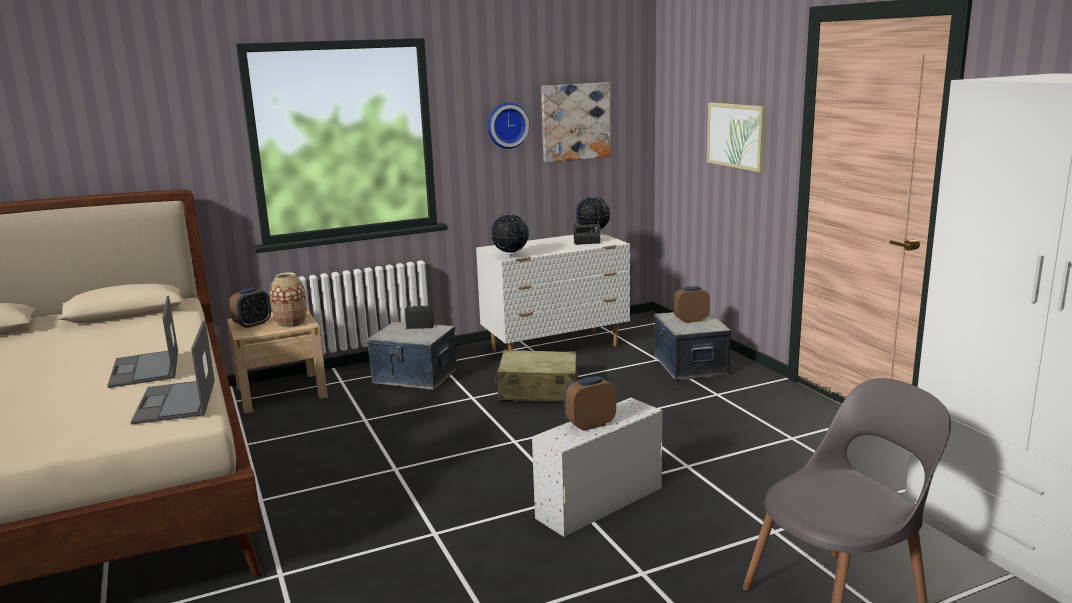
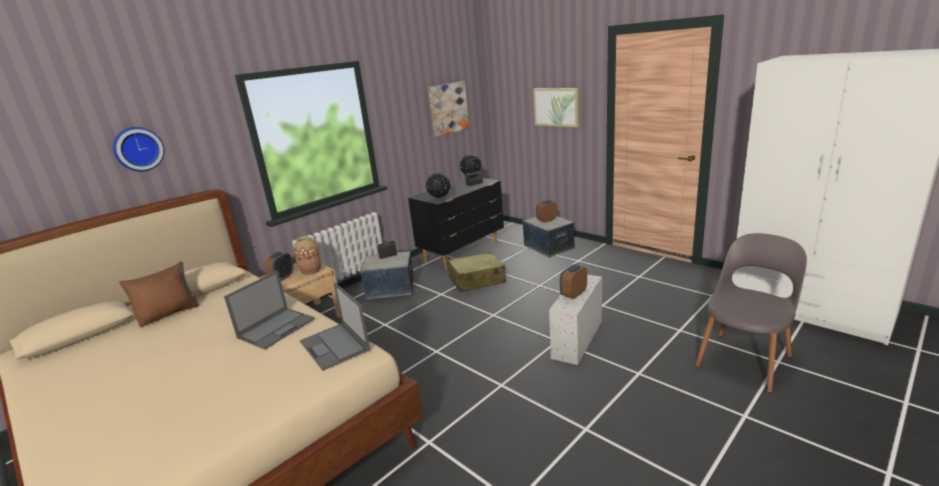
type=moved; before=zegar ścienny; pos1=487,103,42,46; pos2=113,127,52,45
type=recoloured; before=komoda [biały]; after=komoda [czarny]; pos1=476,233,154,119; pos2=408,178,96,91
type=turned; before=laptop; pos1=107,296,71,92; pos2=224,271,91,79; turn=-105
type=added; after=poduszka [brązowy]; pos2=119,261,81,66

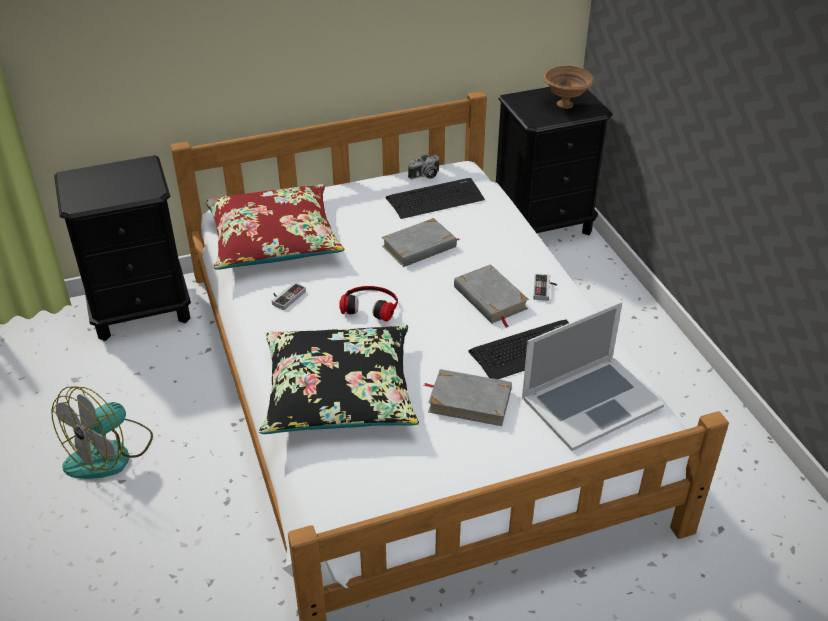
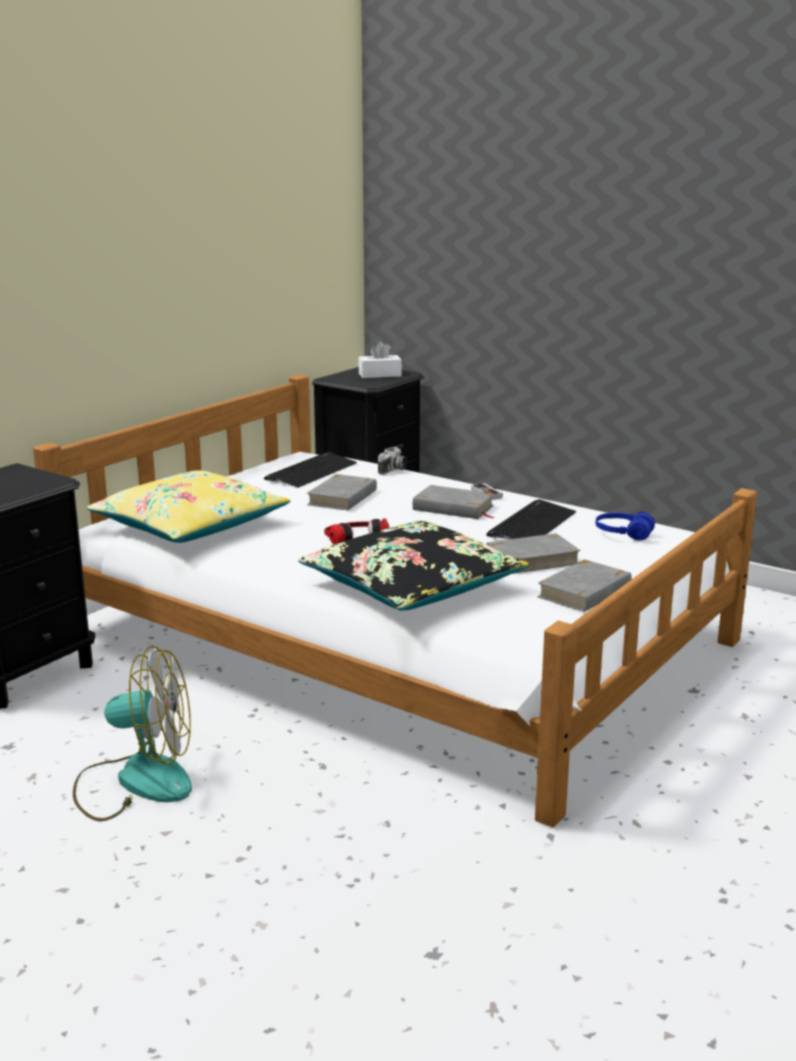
type=replaced; before=miska [brązowy]; after=pudełko chusteczek [biały]; pos1=543,66,52,43; pos2=358,341,44,37
type=moved; before=aparat fotograficzny; pos1=408,155,31,25; pos2=378,447,29,28
type=recoloured; before=poduszka [czerwony]; after=poduszka [żółty]; pos1=205,184,139,86; pos2=87,470,204,73
type=removed; before=pad do gier; pos1=272,283,34,27
type=replaced; before=laptop; after=słuchawki [niebieski]; pos1=522,302,142,149; pos2=595,512,60,29
type=turned; before=wentylator; pos1=51,386,102,93; pos2=73,646,119,175; turn=-90
type=added; after=książka [szary]; pos2=537,559,95,53

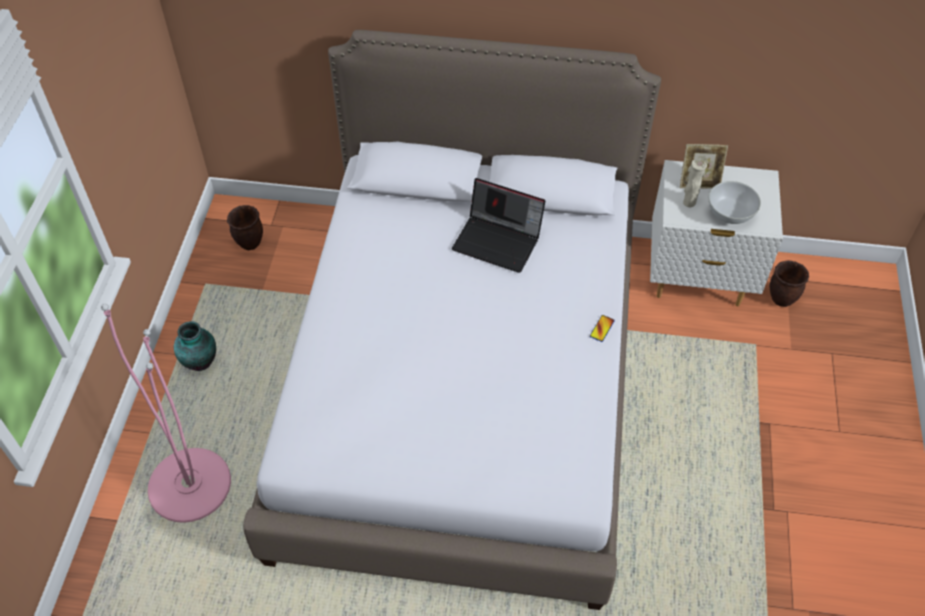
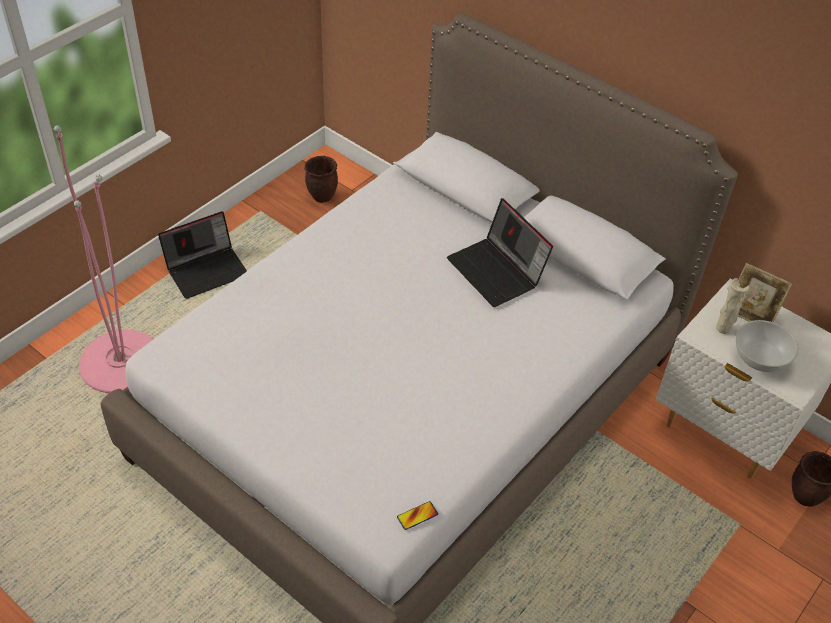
type=moved; before=telefon; pos1=590,315,25,27; pos2=397,501,41,29
type=replaced; before=wazon; after=laptop; pos1=174,321,42,50; pos2=158,211,89,88

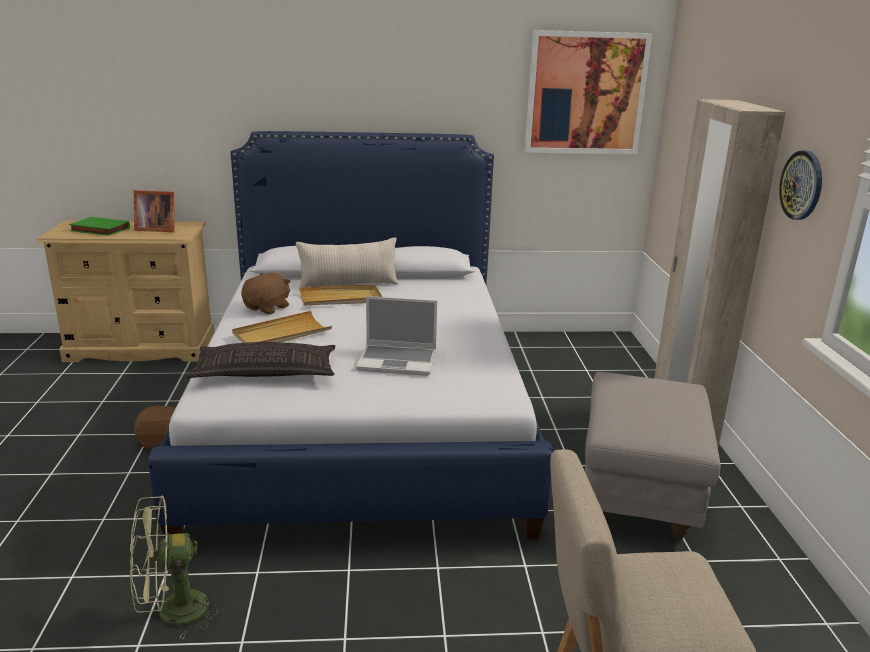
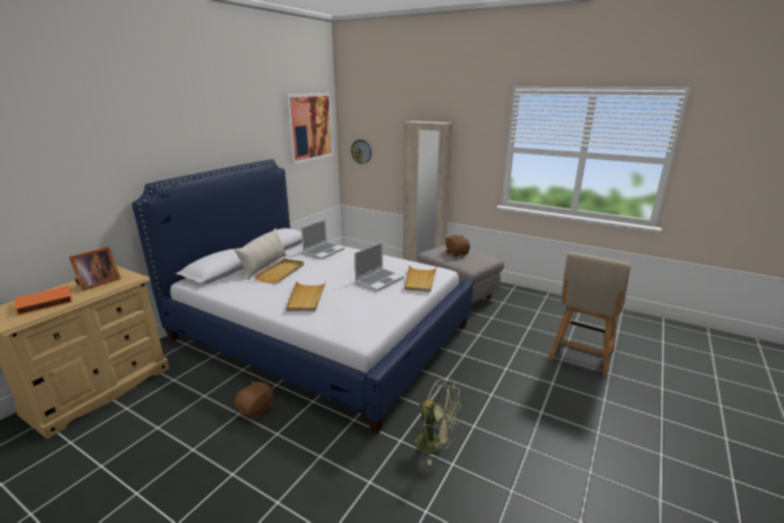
type=moved; before=zegar ścienny; pos1=779,151,43,69; pos2=351,139,21,25
type=recoloured; before=książka [zielony]; after=książka [pomarańczowy]; pos1=69,217,61,19; pos2=14,286,59,29
type=moved; before=pluszak [brązowy]; pos1=241,273,50,41; pos2=445,235,25,22
type=removed; before=poduszka; pos1=185,342,151,36
type=turned; before=wentylator [zielony]; pos1=130,496,95,144; pos2=411,379,50,86; turn=-75
type=added; after=laptop; pos2=301,219,44,40
type=added; after=taca [beżowy]; pos2=405,265,32,27

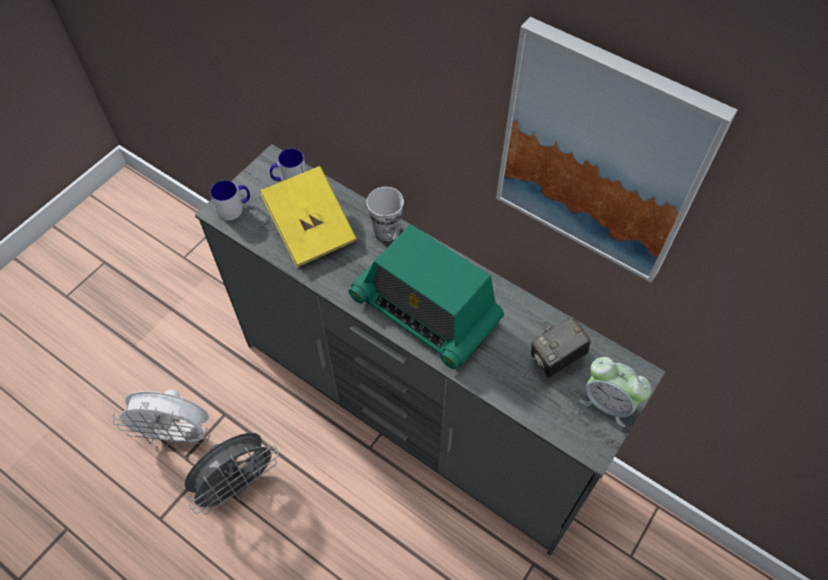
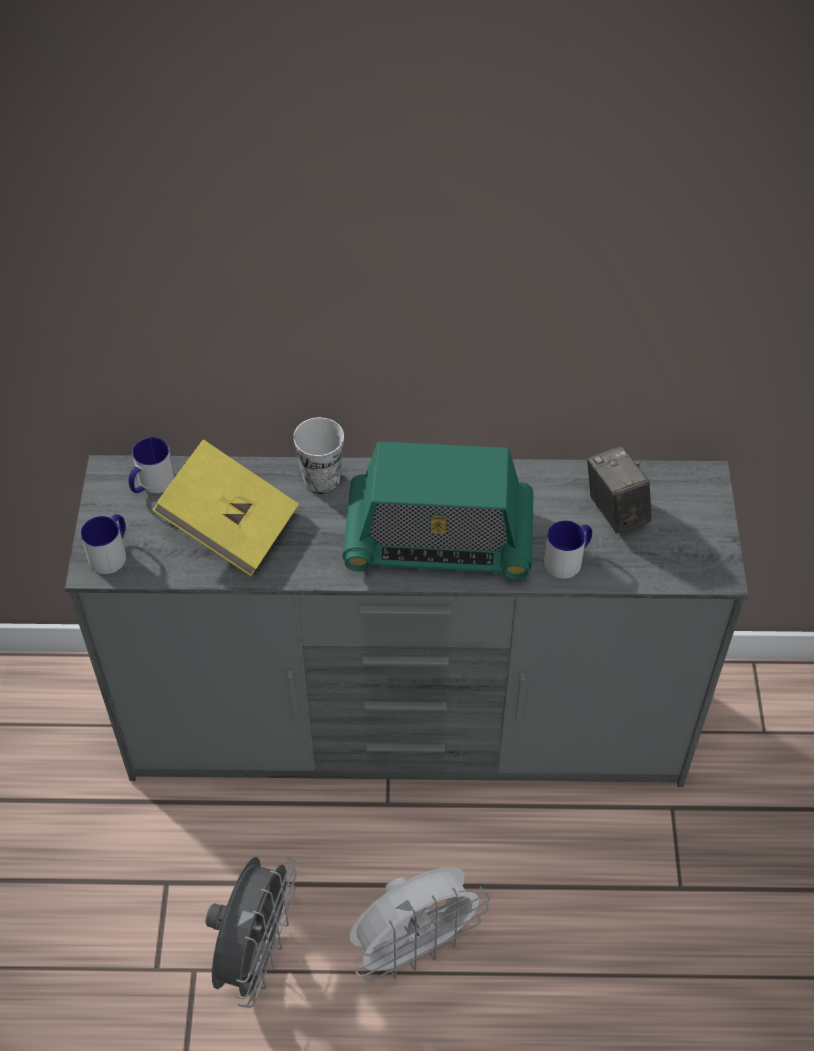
type=removed; before=obraz; pos1=496,17,241,265
type=turned; before=aparat fotograficzny; pos1=531,316,60,62; pos2=587,446,64,88; turn=135
type=removed; before=budzik; pos1=579,357,72,70
type=moved; before=wentylator [biały]; pos1=113,390,98,59; pos2=349,867,141,115
type=added; after=kubek; pos2=544,520,48,59

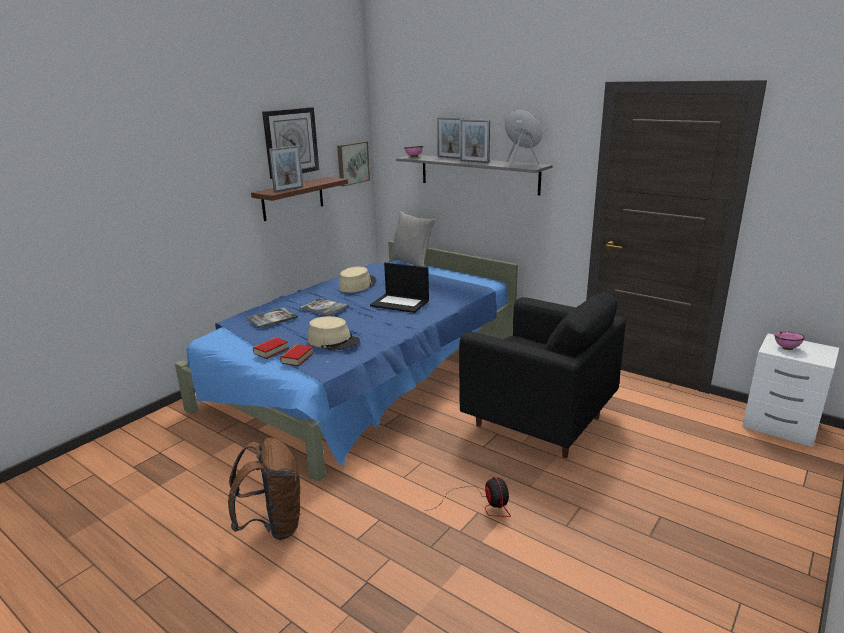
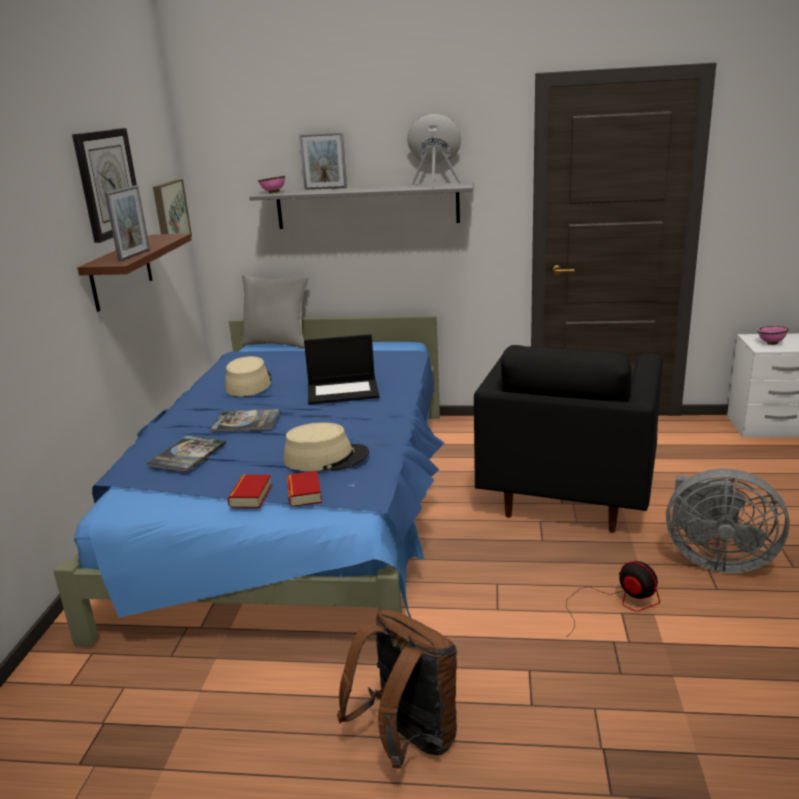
type=removed; before=ramka na zdjęcie; pos1=460,119,30,44
type=turned; before=fotel [czarny]; pos1=459,292,167,166; pos2=474,345,189,188; turn=105
type=added; after=wentylator [szary]; pos2=666,468,124,105

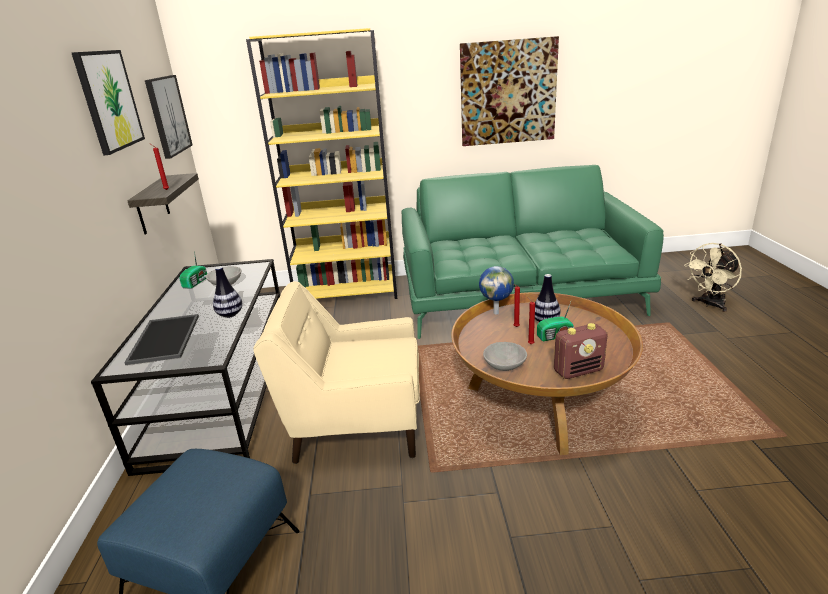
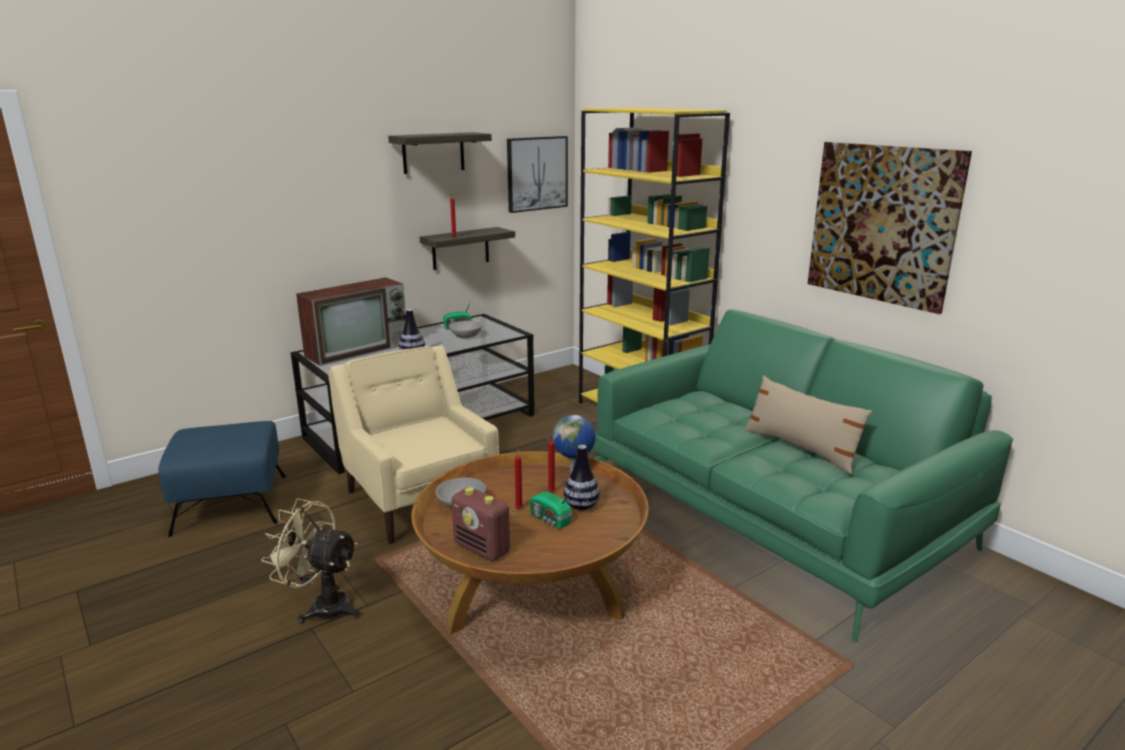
type=replaced; before=obraz; after=półka; pos1=72,50,73,105; pos2=388,132,104,42
type=moved; before=wentylator [beżowy]; pos1=684,243,58,69; pos2=261,499,99,125
type=replaced; before=taca; after=telewizor; pos1=124,314,75,51; pos2=296,278,110,88
type=added; after=poduszka [beżowy]; pos2=744,375,128,99

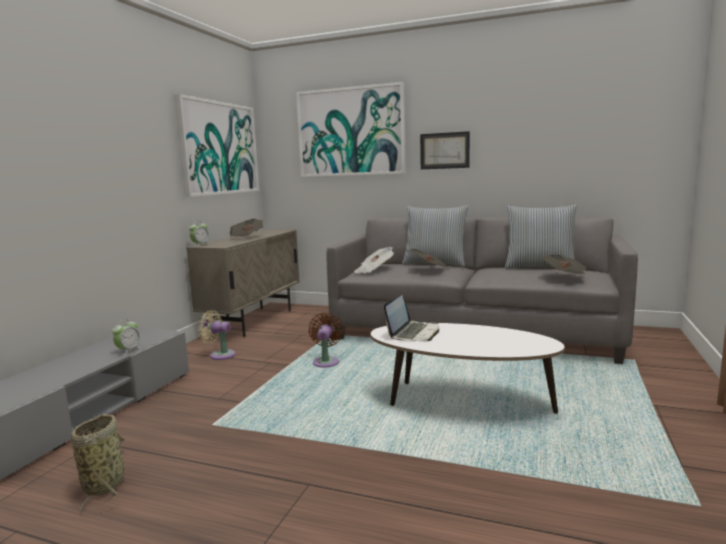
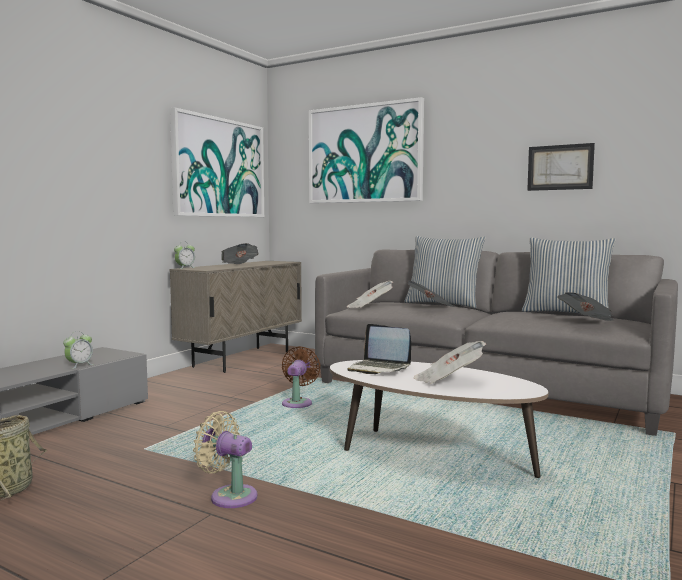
type=moved; before=obraz; pos1=420,131,50,38; pos2=527,143,68,48
type=turned; before=laptop; pos1=384,295,55,46; pos2=348,324,63,50; turn=90
type=moved; before=wentylator [beżowy]; pos1=198,310,38,50; pos2=193,411,65,97
type=added; after=gazeta; pos2=414,341,72,43

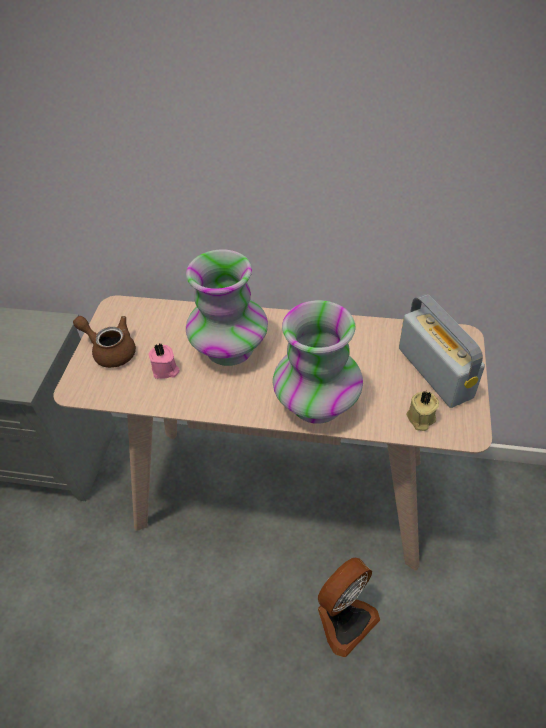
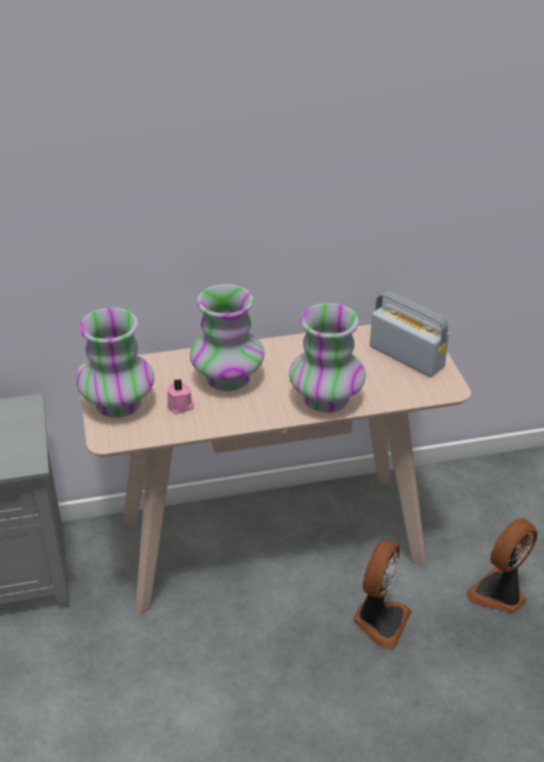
type=replaced; before=imbryk [brązowy]; after=wazon; pos1=73,316,63,52; pos2=77,308,77,110
type=removed; before=świeca [beżowy]; pos1=406,391,33,40
type=added; after=wentylator; pos2=466,518,72,95

